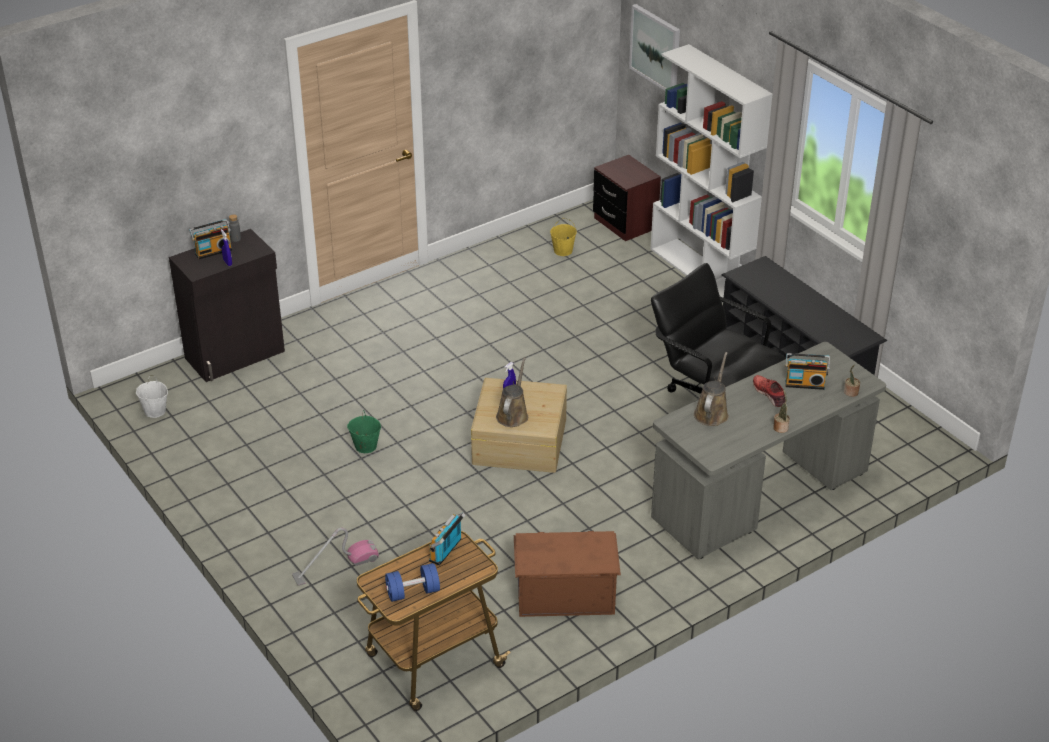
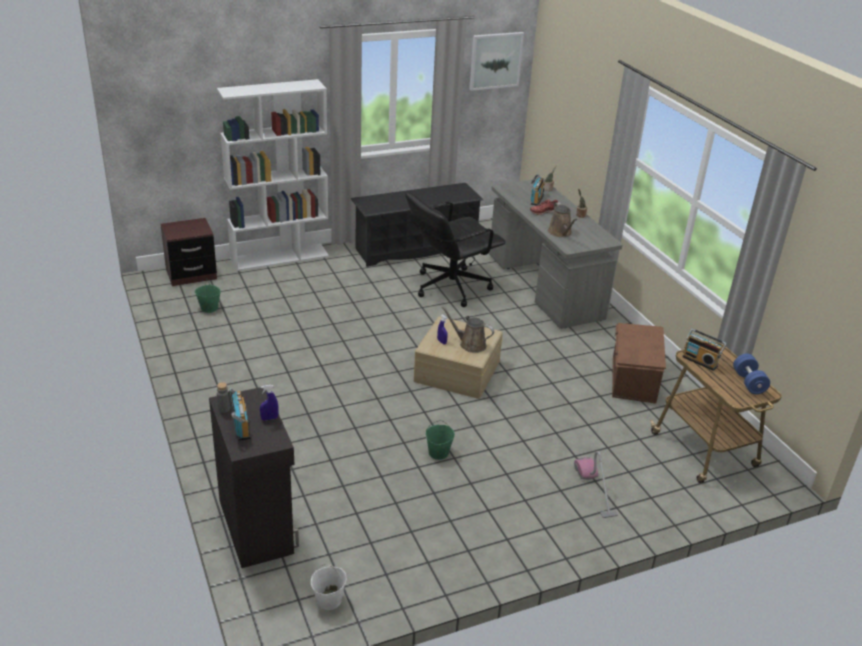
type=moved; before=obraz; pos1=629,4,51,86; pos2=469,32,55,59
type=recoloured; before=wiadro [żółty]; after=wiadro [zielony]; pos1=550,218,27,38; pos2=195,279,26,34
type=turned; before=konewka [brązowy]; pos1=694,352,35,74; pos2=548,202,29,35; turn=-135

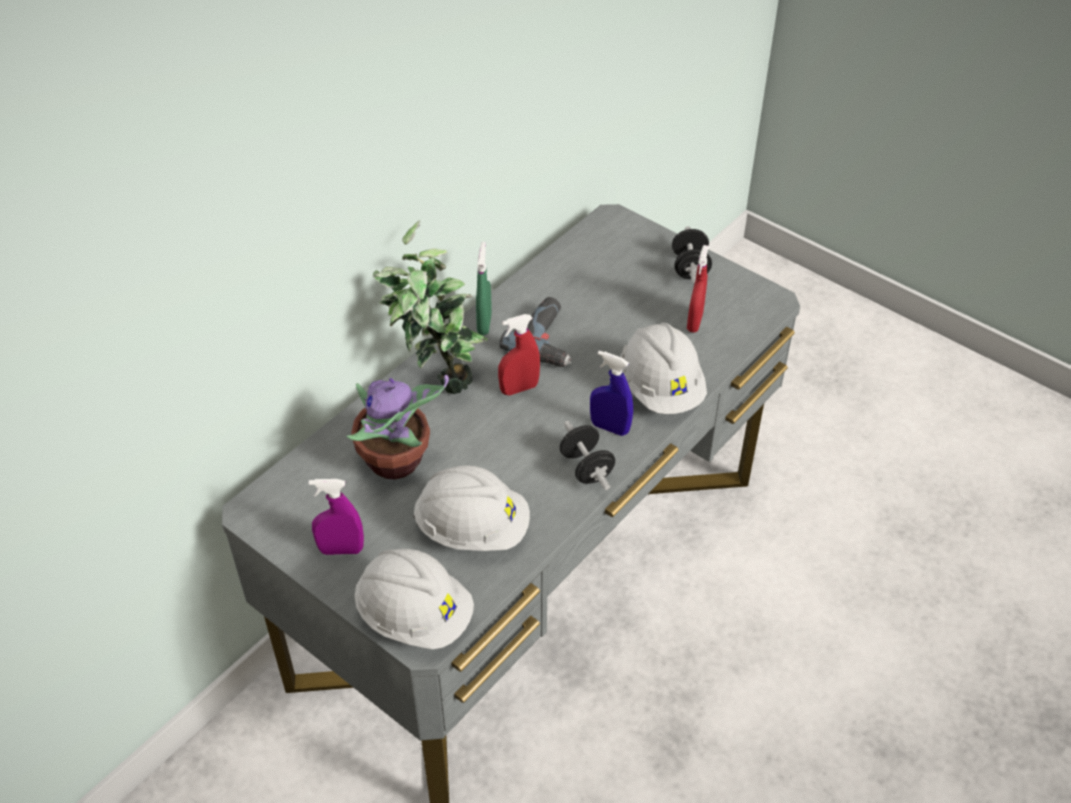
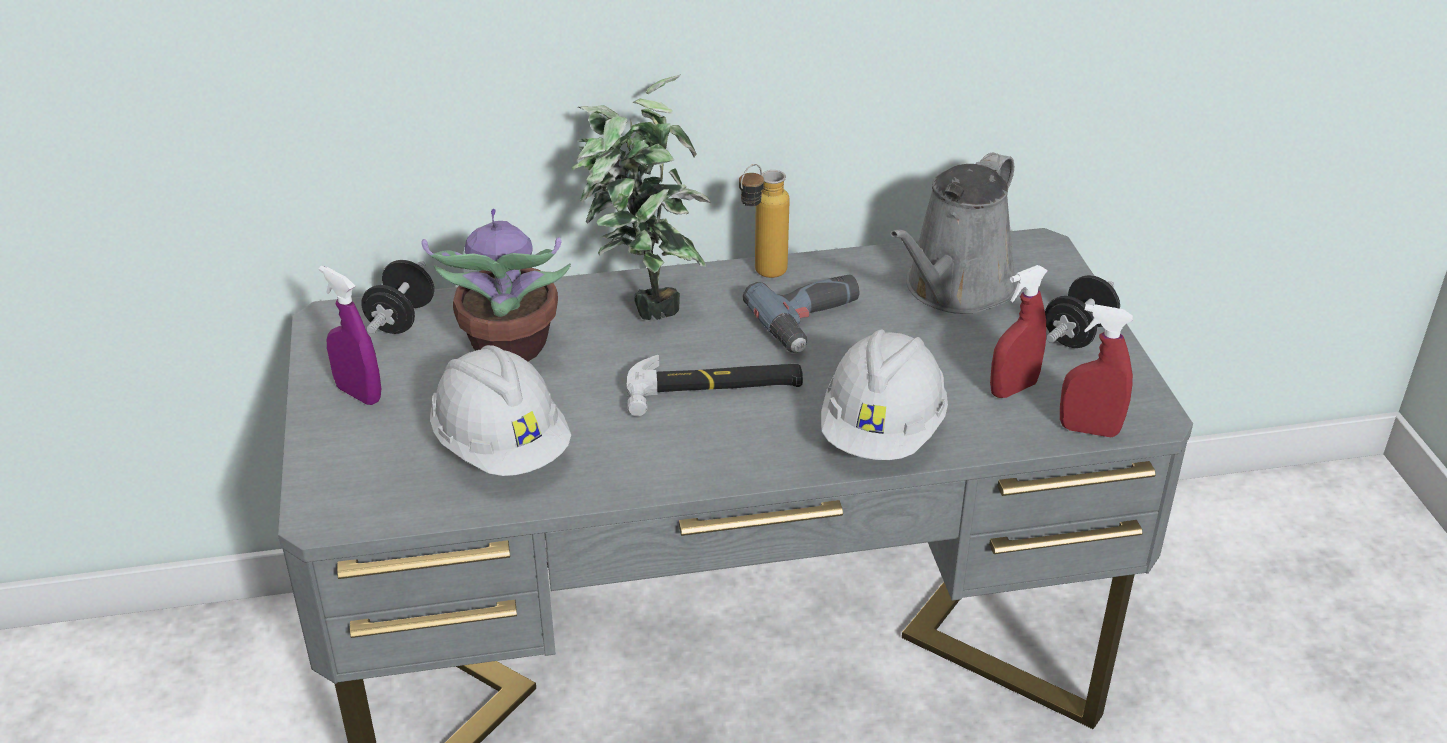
type=replaced; before=spryskiwacz [zielony]; after=butelka; pos1=476,242,16,93; pos2=739,164,51,114
type=moved; before=spryskiwacz [czerwony]; pos1=498,314,42,81; pos2=1060,304,73,133
type=removed; before=spryskiwacz [niebieski]; pos1=590,350,43,86
type=moved; before=hantel [czarny]; pos1=560,421,55,69; pos2=361,260,73,74
type=removed; before=kask [biały]; pos1=354,549,120,101
type=added; after=konewka [szary]; pos2=890,153,128,161
type=added; after=młotek; pos2=627,355,176,61

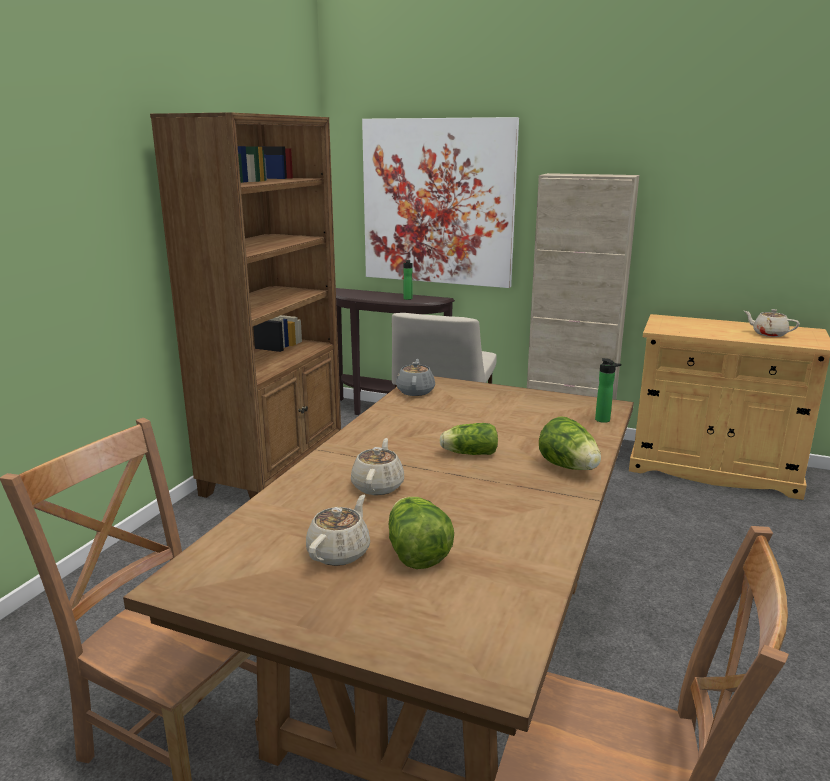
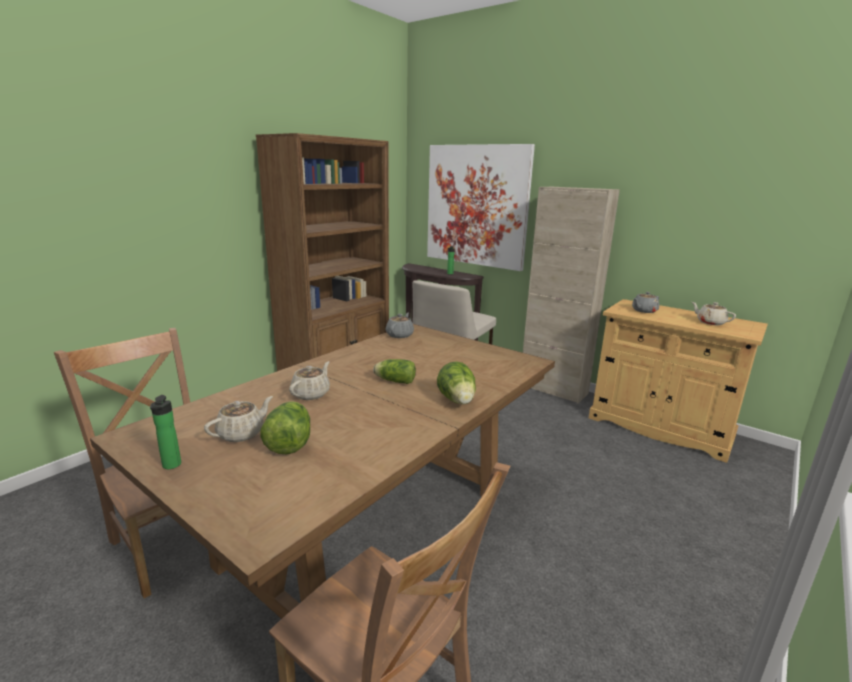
type=moved; before=butelka; pos1=595,358,26,65; pos2=150,395,31,74
type=added; after=imbryk [szary]; pos2=632,292,27,21

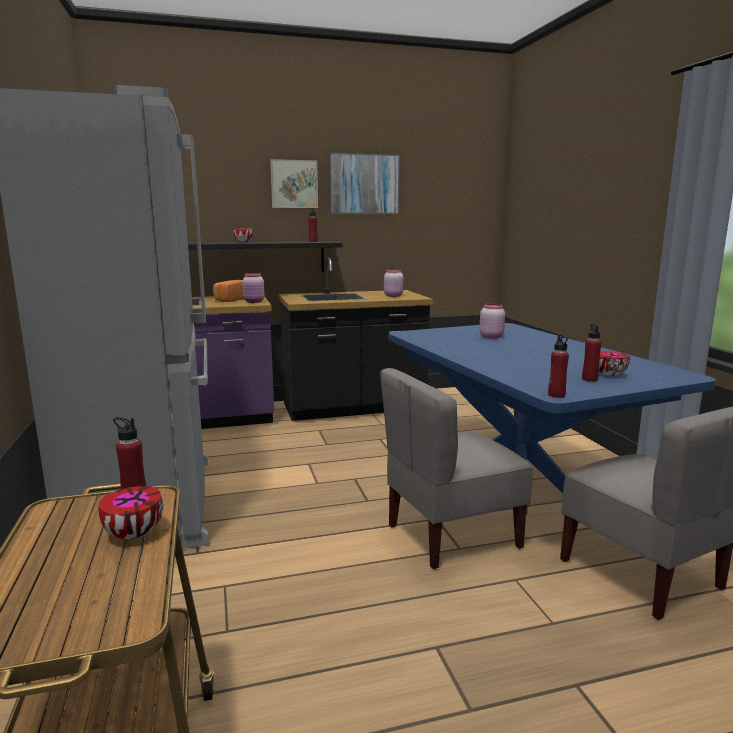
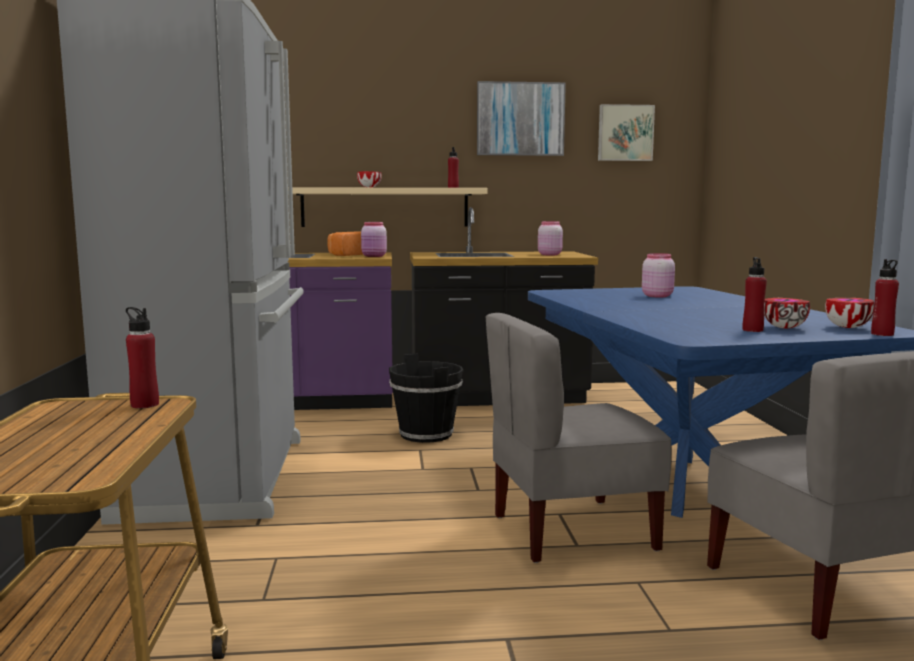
type=moved; before=obraz; pos1=270,159,48,49; pos2=598,104,57,57
type=recoloured; before=półka [czarny]; after=półka [beżowy]; pos1=188,241,155,31; pos2=292,187,195,40
type=moved; before=butelka [czerwony]; pos1=548,335,21,63; pos2=871,259,28,77
type=moved; before=miska; pos1=98,486,65,53; pos2=825,298,49,30
type=added; after=wiadro [czarny]; pos2=389,353,74,90

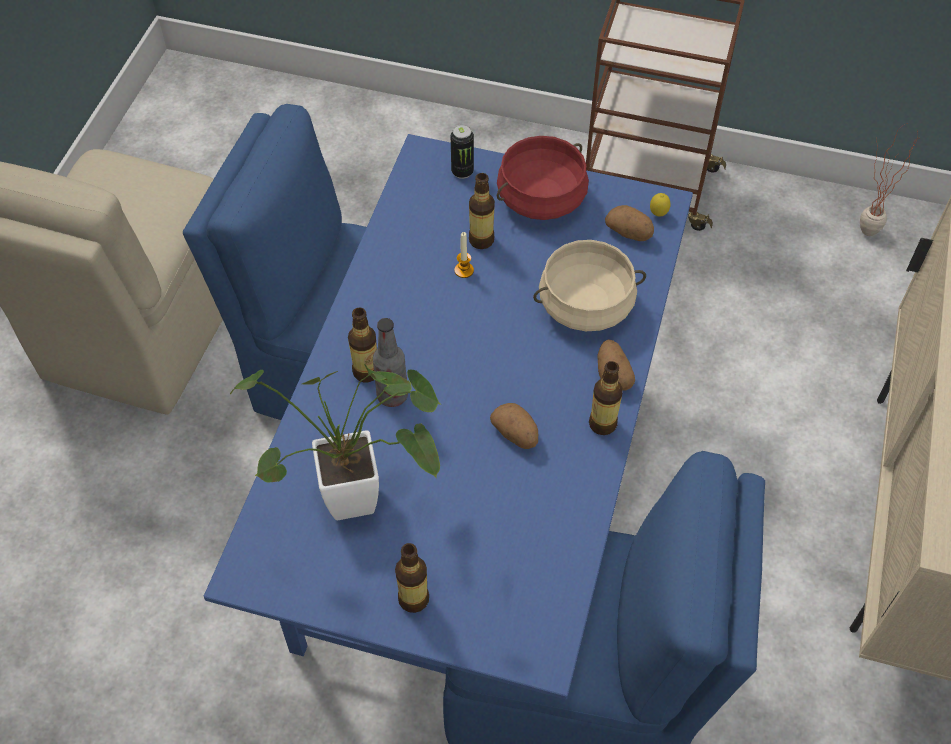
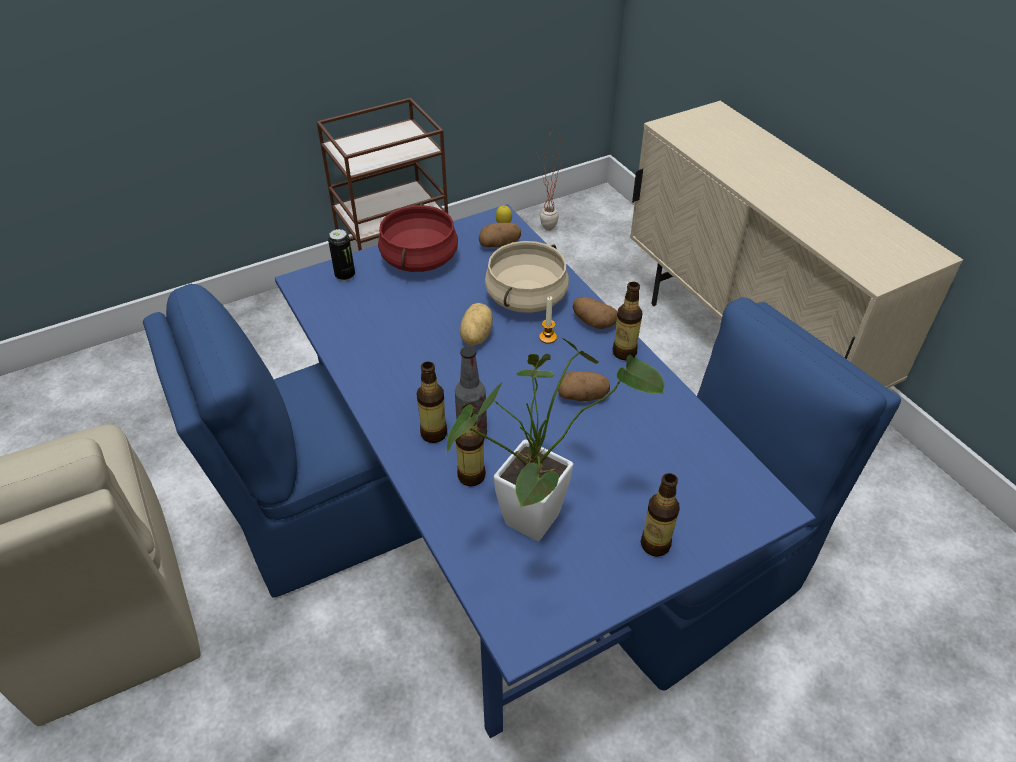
type=moved; before=butelka; pos1=469,173,26,76; pos2=456,404,30,82
type=moved; before=świeca; pos1=454,232,20,46; pos2=539,296,18,48
type=added; after=ziemniak; pos2=460,303,33,42

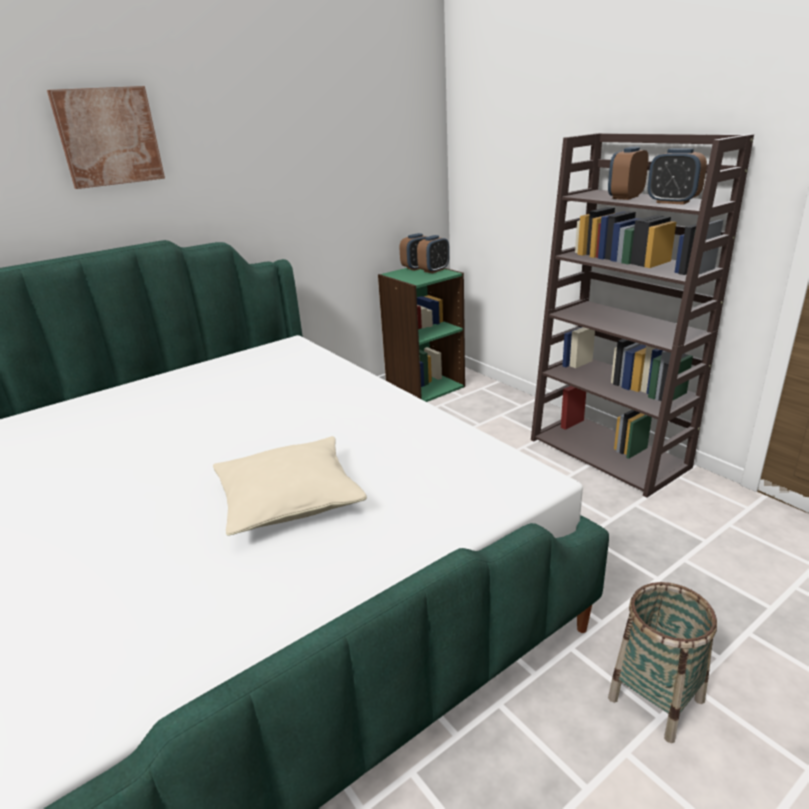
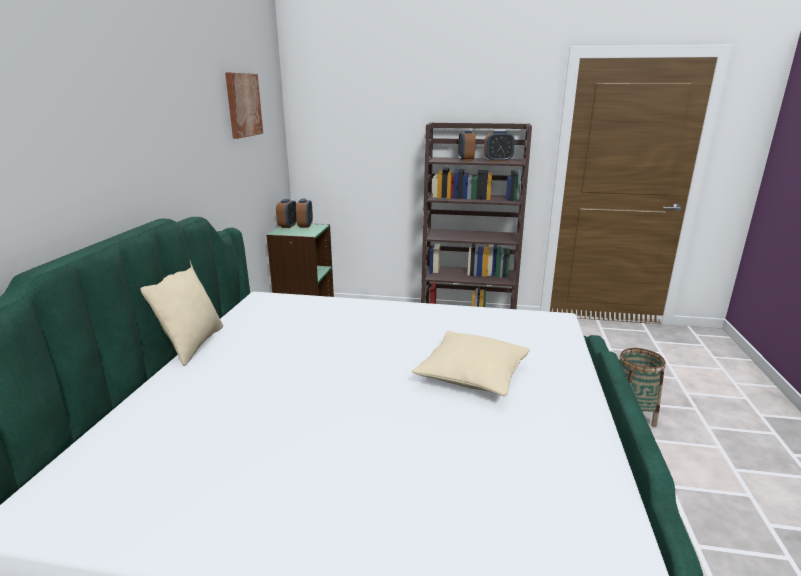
type=moved; before=obraz; pos1=47,86,118,103; pos2=225,72,38,67
type=added; after=poduszka [beżowy]; pos2=140,261,83,105

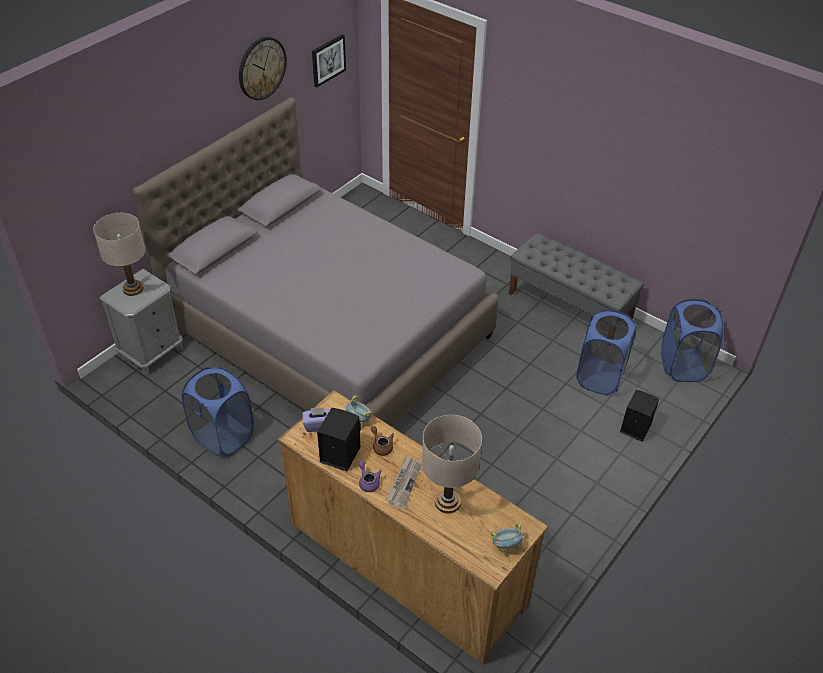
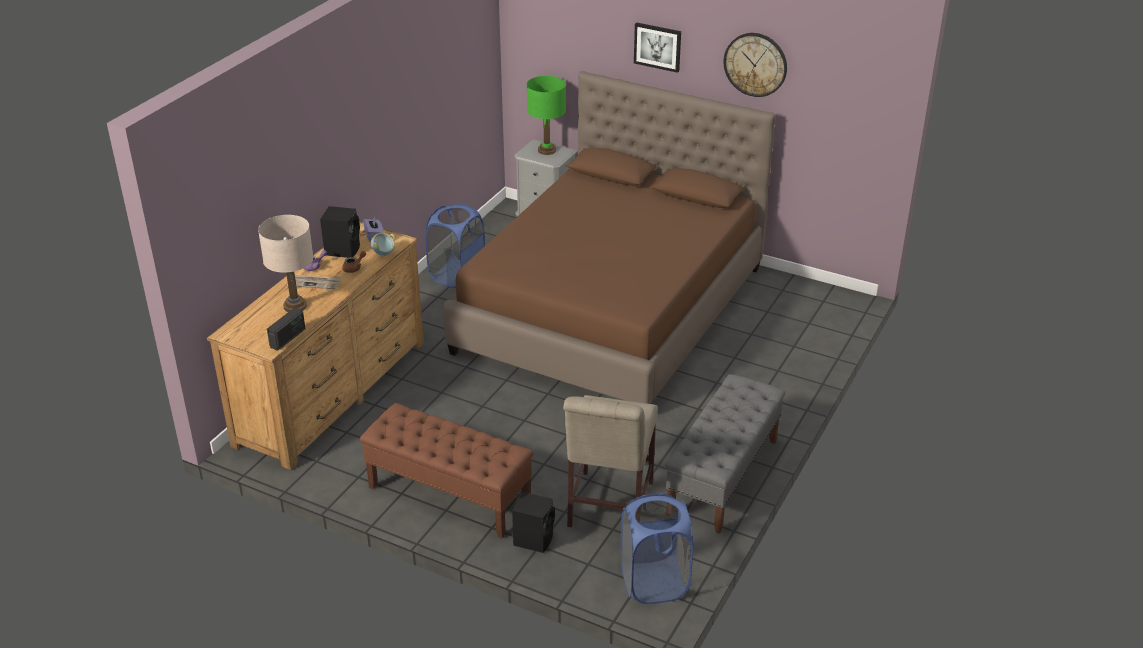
type=moved; before=obraz; pos1=312,34,34,53; pos2=634,22,47,51
type=recoloured; before=łóżko [szary]; after=łóżko [brązowy]; pos1=133,97,366,330; pos2=443,71,333,333
type=recoloured; before=lampa stołowa [beżowy]; after=lampa stołowa [zielony]; pos1=93,213,52,83; pos2=527,76,39,79
type=replaced; before=kosz na pranie [niebieski]; after=krzesło [beżowy]; pos1=576,309,61,86; pos2=563,395,95,132
type=removed; before=miska; pos1=491,523,32,29
type=added; after=radio; pos2=267,308,38,43
type=added; after=ławka [brązowy]; pos2=360,403,173,136

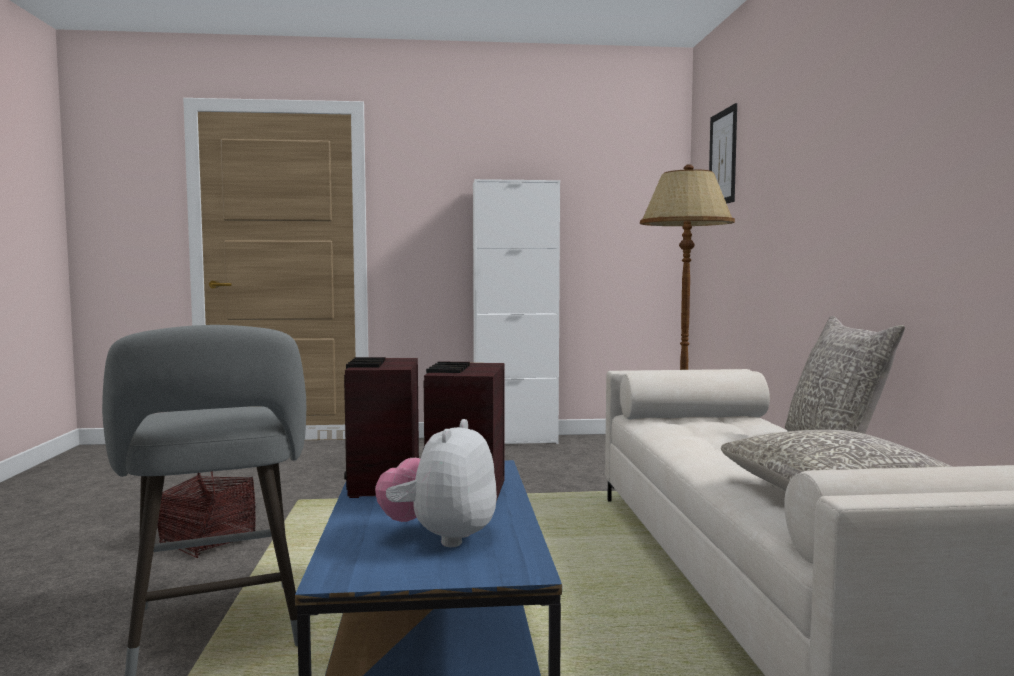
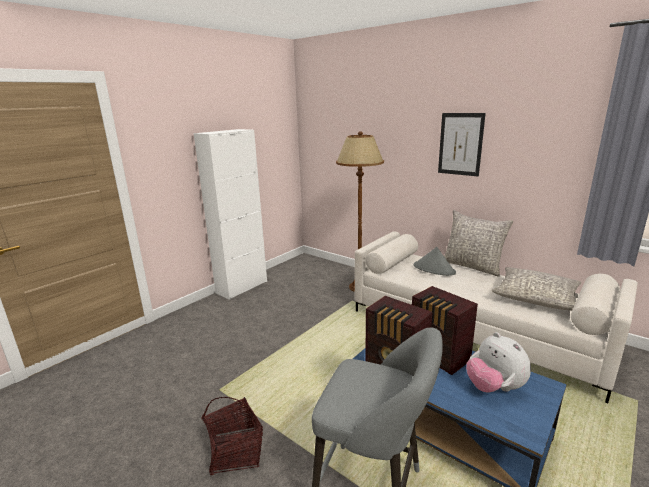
type=moved; before=obraz; pos1=709,103,28,101; pos2=438,113,48,63
type=added; after=kapelusz [szary]; pos2=414,247,42,29

